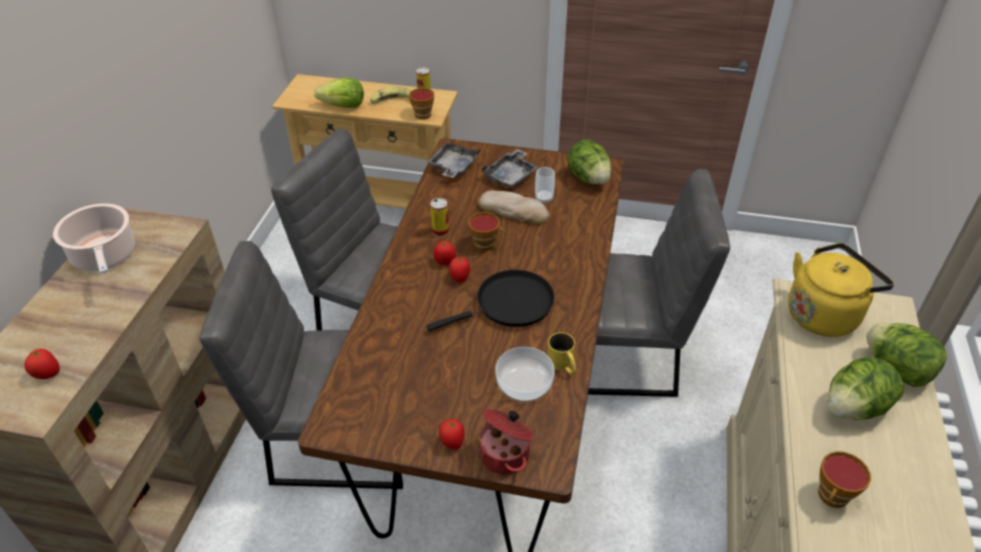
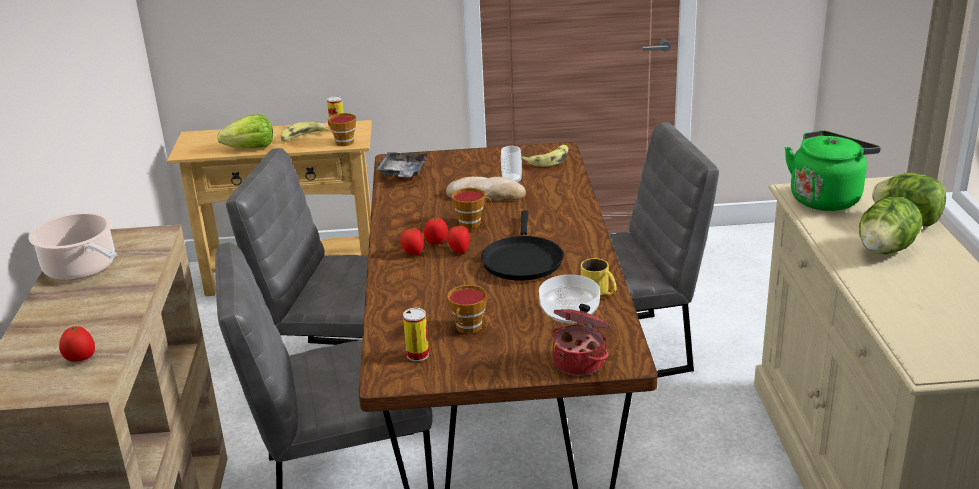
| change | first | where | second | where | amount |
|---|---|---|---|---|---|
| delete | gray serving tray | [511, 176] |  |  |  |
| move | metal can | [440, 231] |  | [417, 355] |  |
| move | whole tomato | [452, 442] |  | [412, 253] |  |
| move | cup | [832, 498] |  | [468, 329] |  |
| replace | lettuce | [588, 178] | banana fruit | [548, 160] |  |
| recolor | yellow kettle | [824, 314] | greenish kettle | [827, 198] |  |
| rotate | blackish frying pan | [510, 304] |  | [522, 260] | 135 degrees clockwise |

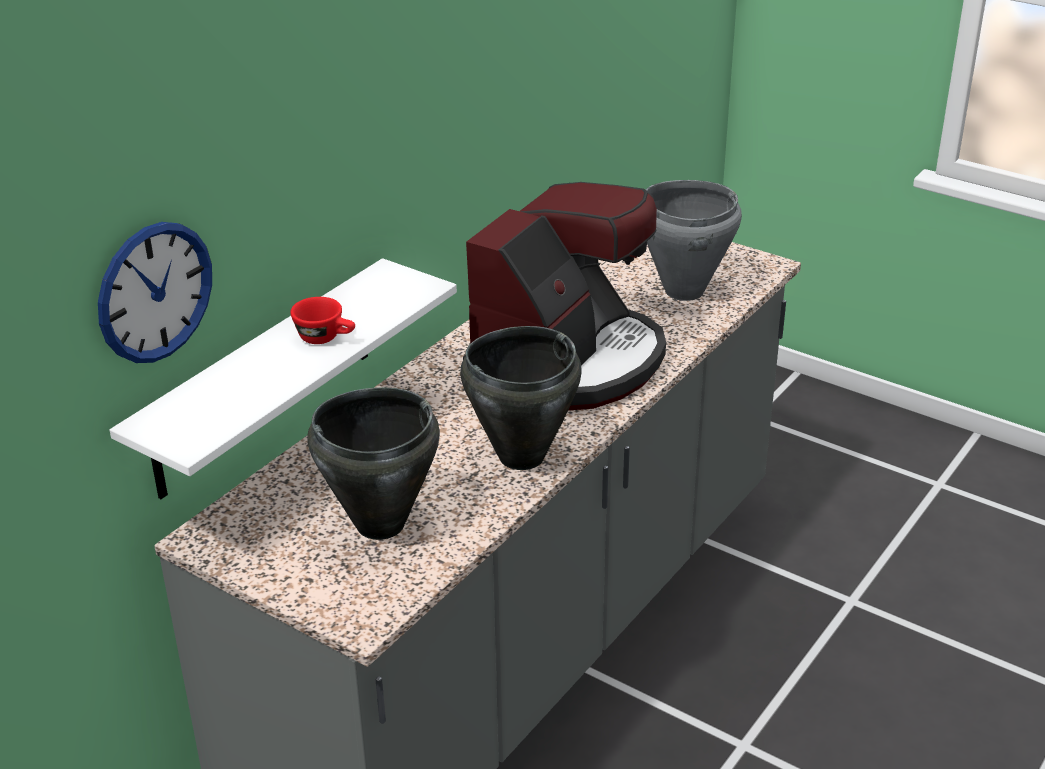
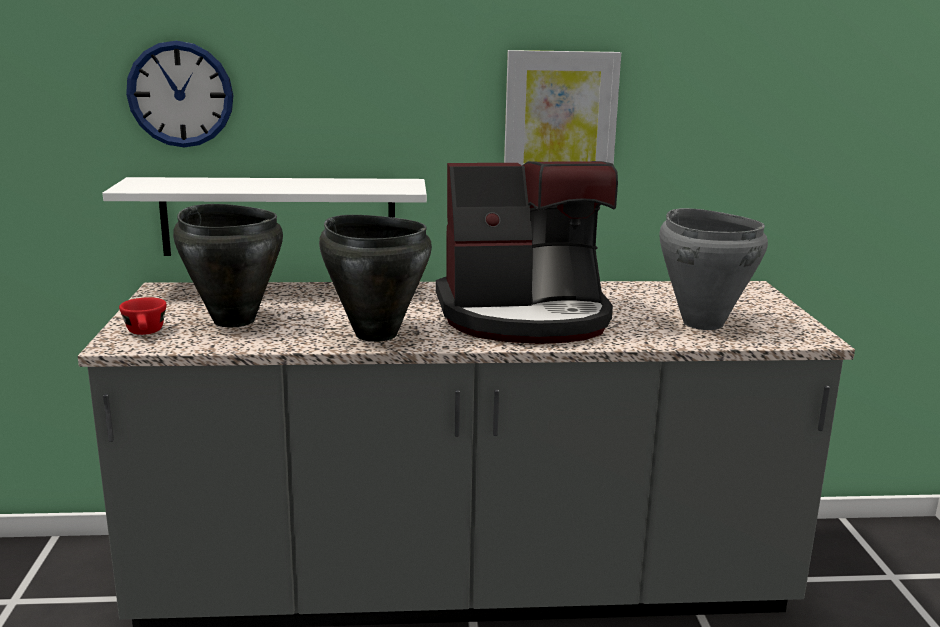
| change | first | where | second | where | amount |
|---|---|---|---|---|---|
| insert |  |  | wall picture | [560, 116] |  |
| move | red cup | [326, 338] |  | [146, 333] |  |

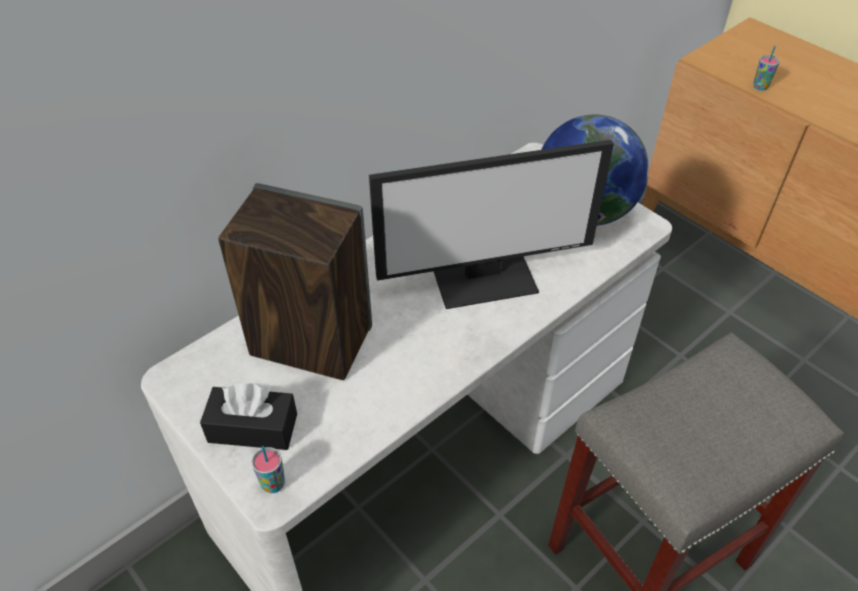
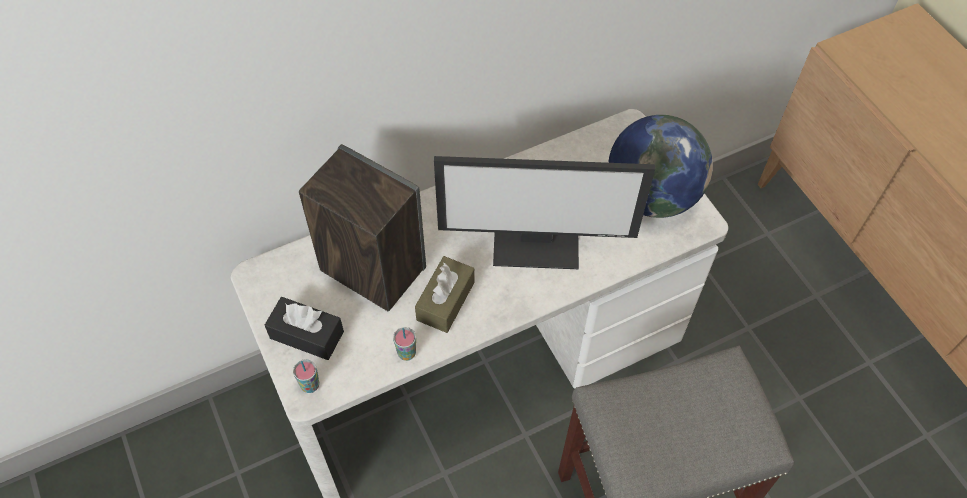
| change | first | where | second | where | amount |
|---|---|---|---|---|---|
| insert |  |  | brown-coloured box of tissues | [445, 301] |  |
| move | cup | [760, 87] |  | [406, 353] |  |

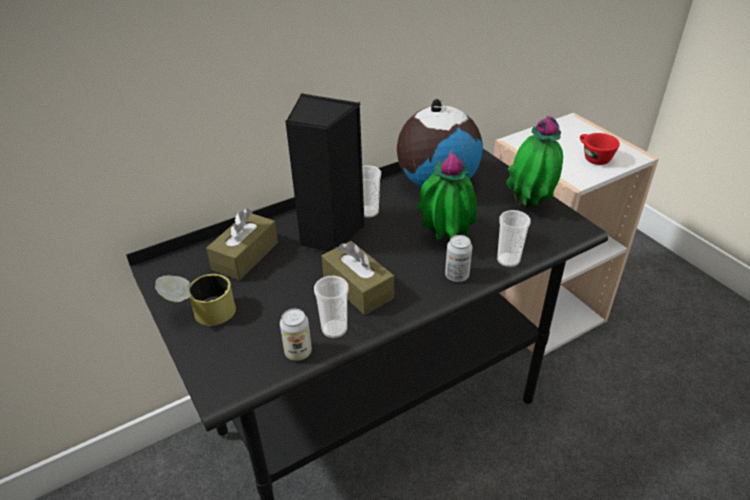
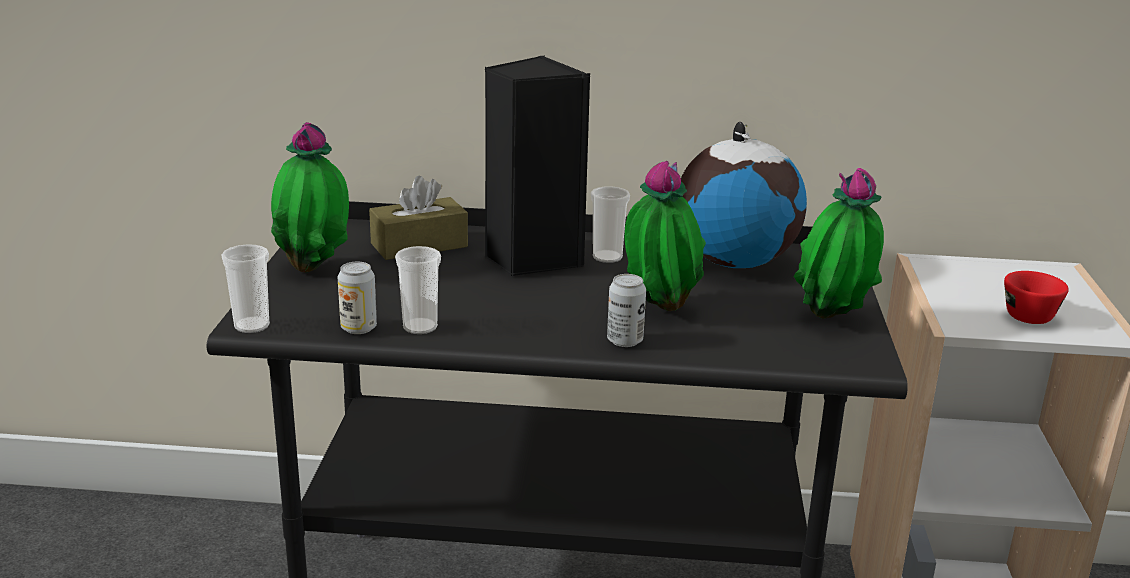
| change | first | where | second | where | amount |
|---|---|---|---|---|---|
| delete | brown-coloured box of tissues | [358, 288] |  |  |  |
| move | cup | [508, 260] |  | [252, 326] |  |
| replace | metal can | [201, 313] | potted plant | [315, 269] |  |

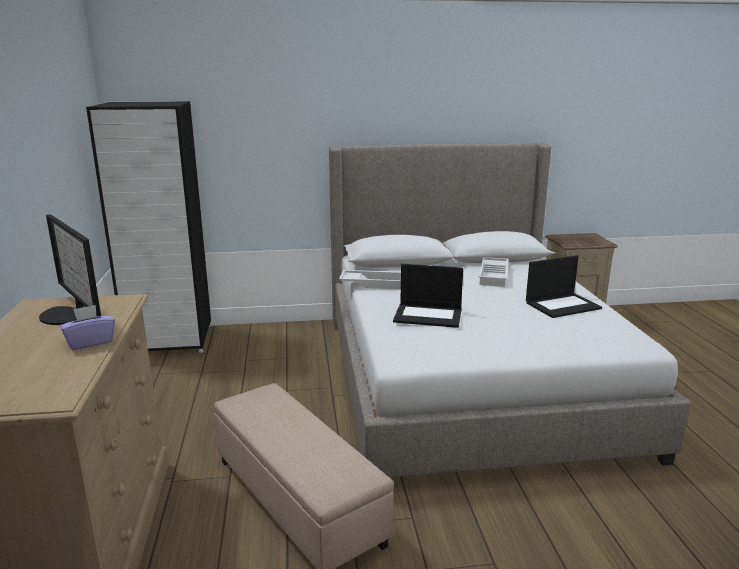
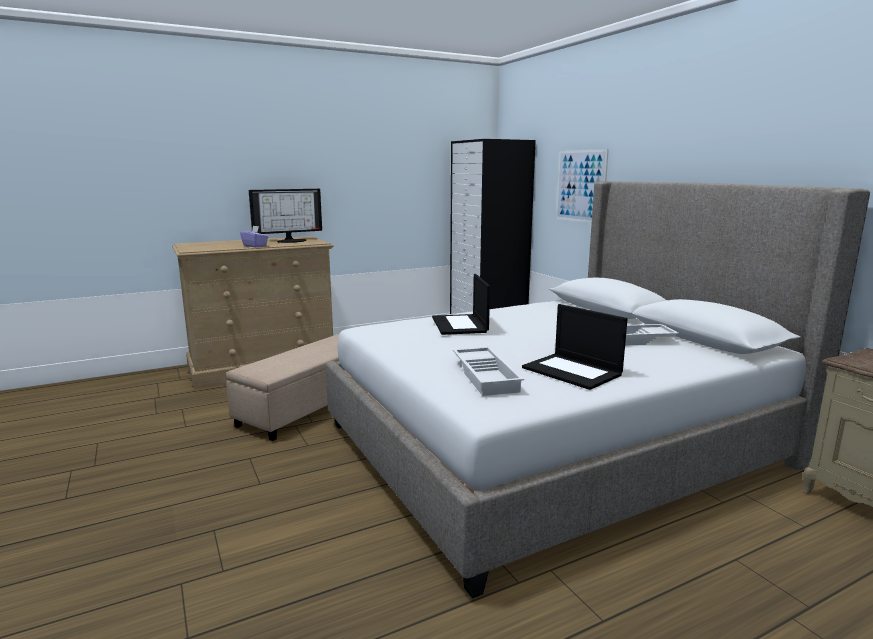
| change | first | where | second | where | amount |
|---|---|---|---|---|---|
| insert |  |  | wall picture | [581, 186] |  |
| move | whitish serving tray | [375, 283] |  | [487, 376] |  |
| rotate | computer display | [67, 315] |  | [291, 240] | 150 degrees counterclockwise |

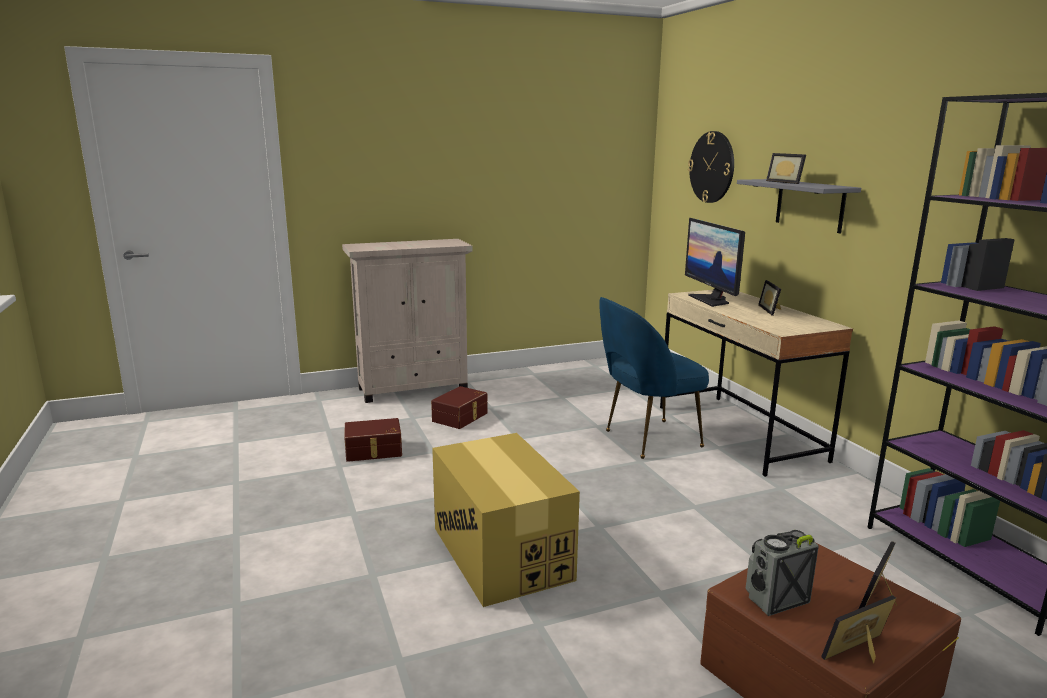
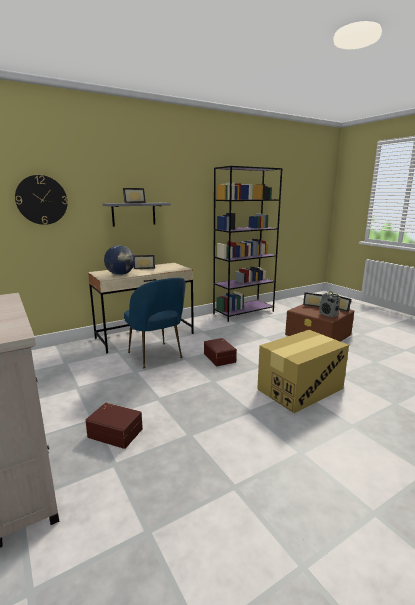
| change | first | where | second | where | amount |
|---|---|---|---|---|---|
| move | brown-coloured storage container | [374, 451] |  | [220, 357] |  |
| replace | computer display | [711, 300] | world globe | [120, 274] |  |

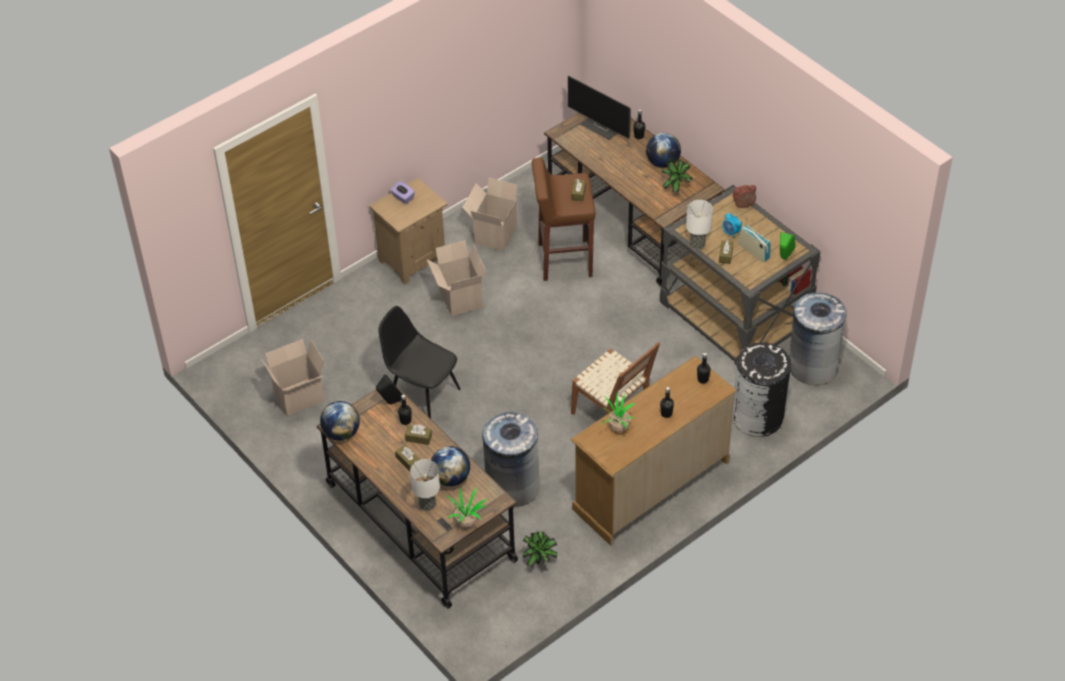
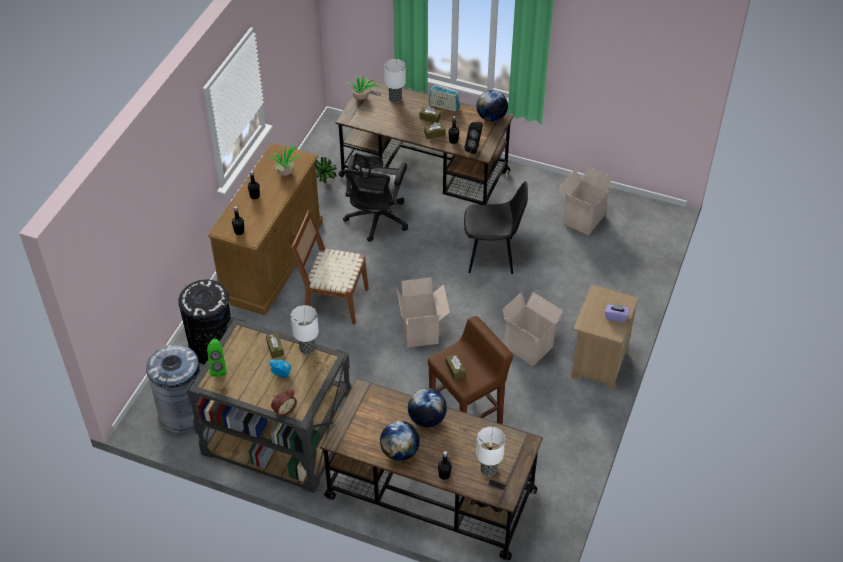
| change | first | where | second | where | amount |
|---|---|---|---|---|---|
| delete | potted plant | [676, 189] |  |  |  |
| move | world globe | [451, 478] |  | [427, 419] |  |
| move | cardboard box | [494, 234] |  | [421, 332] |  |
| move | radio set | [754, 251] |  | [444, 106] |  |
| replace | gray waste bin | [512, 486] | desk chair | [376, 221] |  |
| replace | computer display | [603, 127] | lamp for a table | [488, 470] |  |

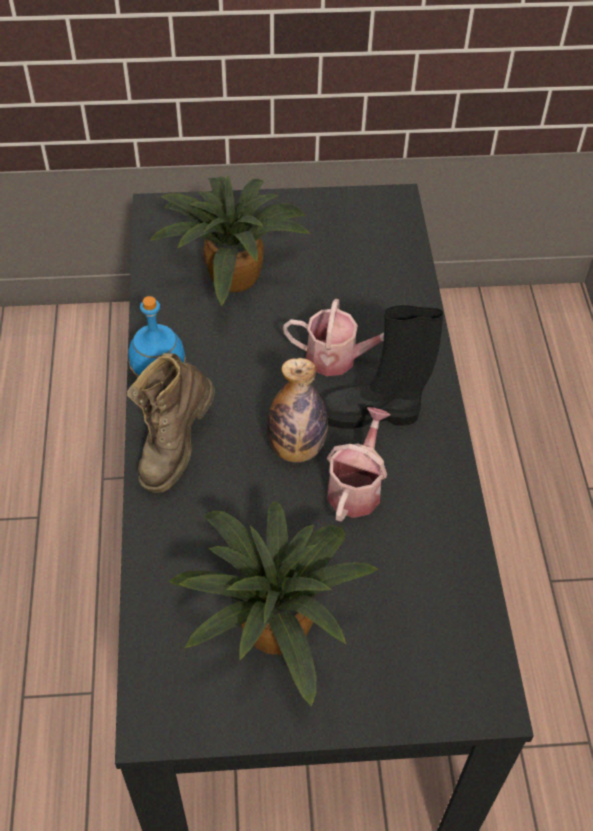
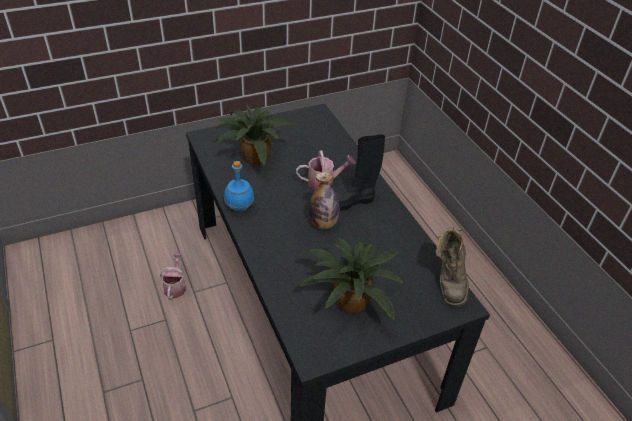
| change | first | where | second | where | amount |
|---|---|---|---|---|---|
| move | brown-coloured high-top boot | [174, 447] |  | [449, 281] |  |
| move | watering pot | [356, 487] |  | [175, 286] |  |

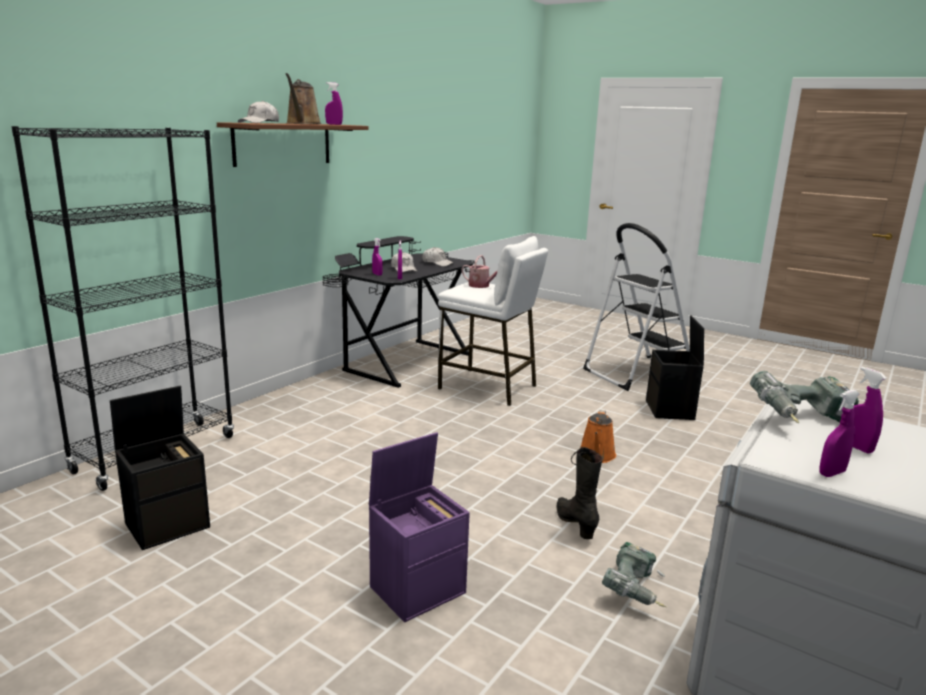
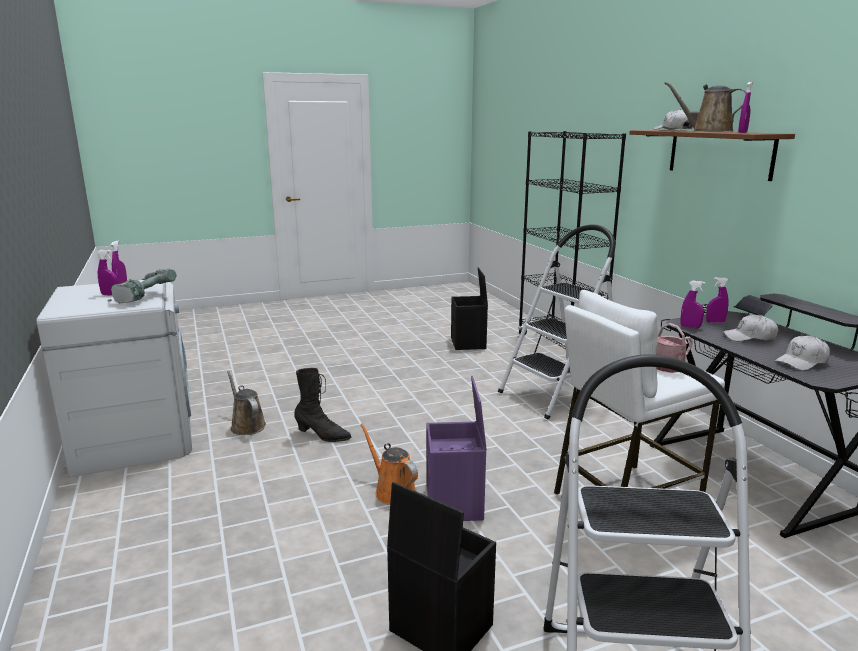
| change | first | where | second | where | amount |
|---|---|---|---|---|---|
| insert |  |  | stepladder | [562, 393] |  |
| move | purple-coloured storage container | [418, 588] |  | [455, 504] |  |
| replace | electric drill | [635, 591] | brown-coloured watering pot | [246, 425] |  |

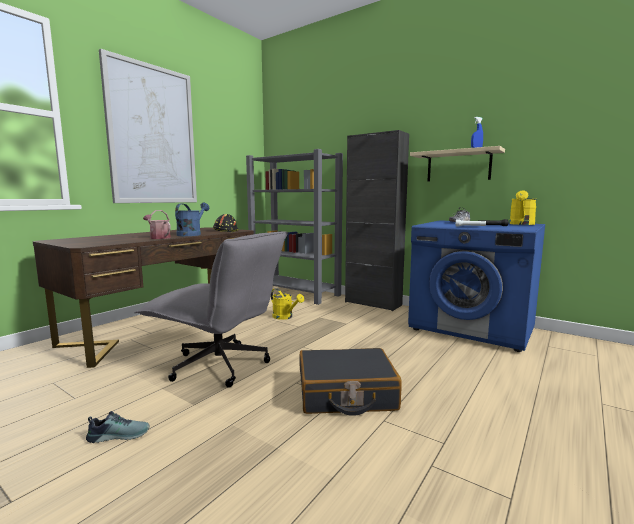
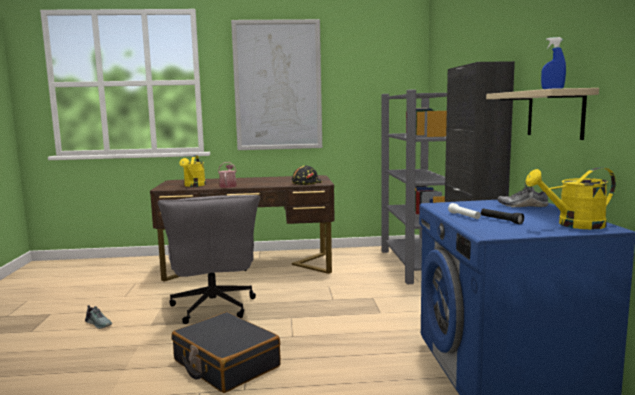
| change | first | where | second | where | amount |
|---|---|---|---|---|---|
| delete | blue-coloured watering pot | [191, 234] |  |  |  |
| move | yellow watering pot | [285, 317] |  | [193, 185] |  |

